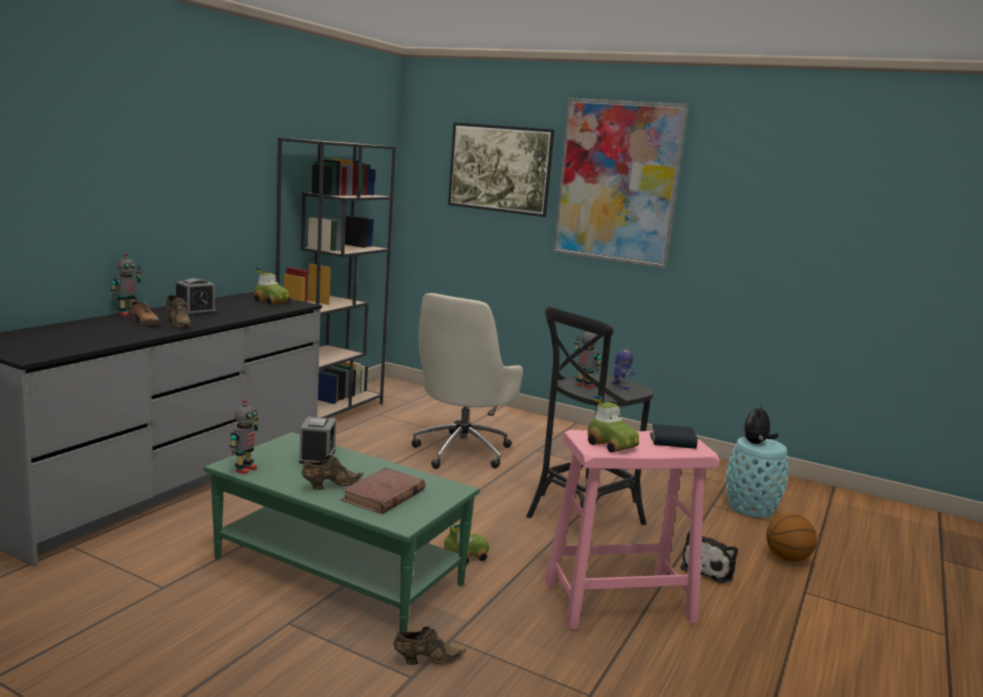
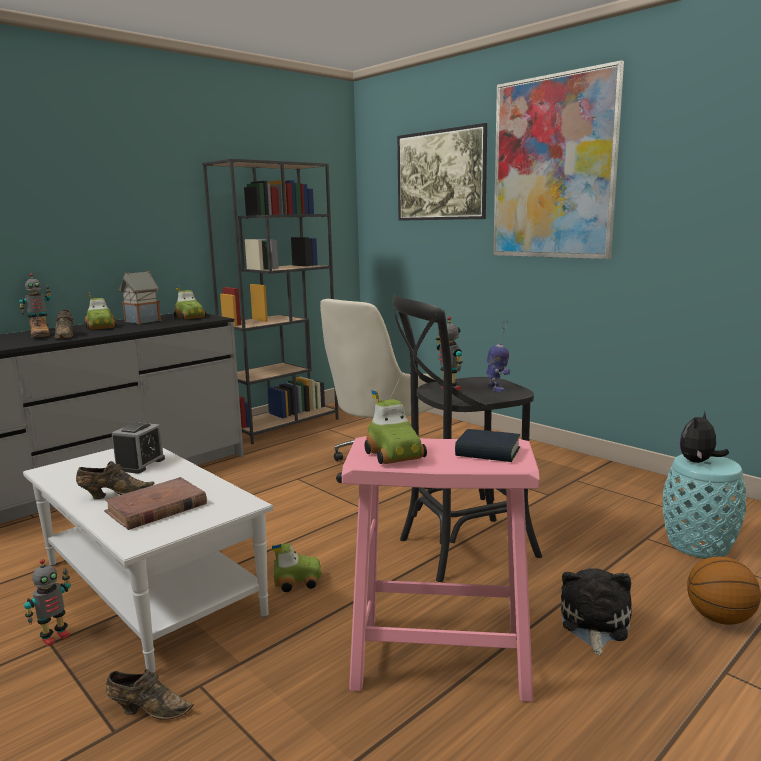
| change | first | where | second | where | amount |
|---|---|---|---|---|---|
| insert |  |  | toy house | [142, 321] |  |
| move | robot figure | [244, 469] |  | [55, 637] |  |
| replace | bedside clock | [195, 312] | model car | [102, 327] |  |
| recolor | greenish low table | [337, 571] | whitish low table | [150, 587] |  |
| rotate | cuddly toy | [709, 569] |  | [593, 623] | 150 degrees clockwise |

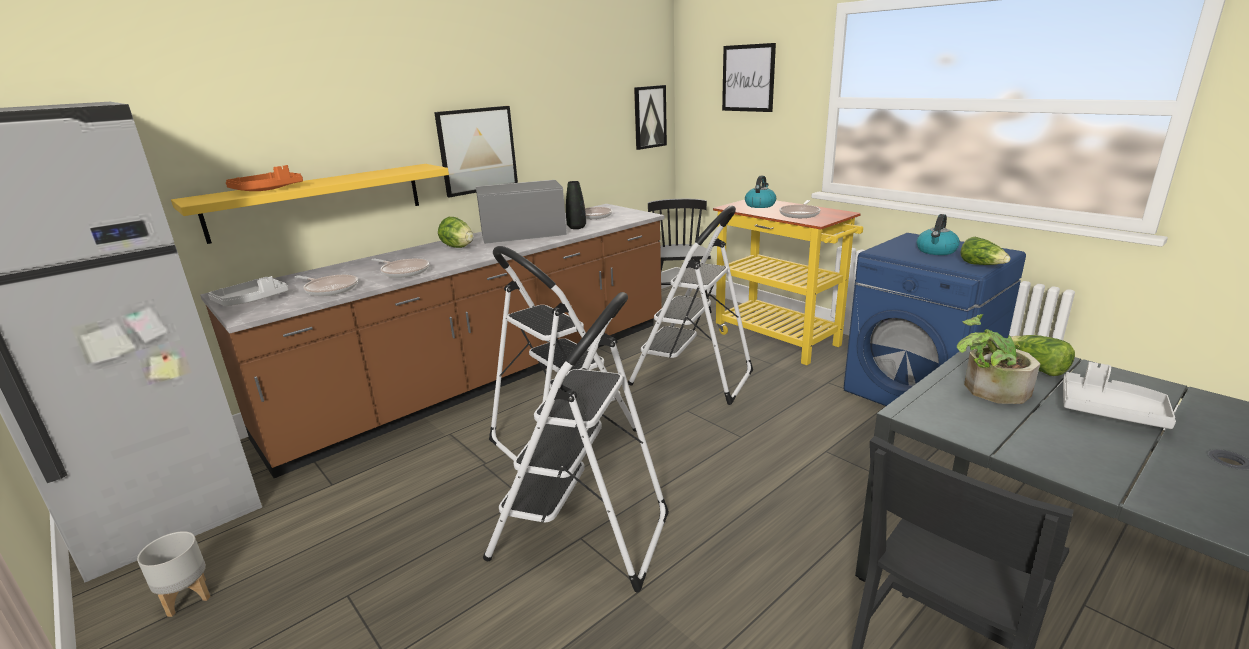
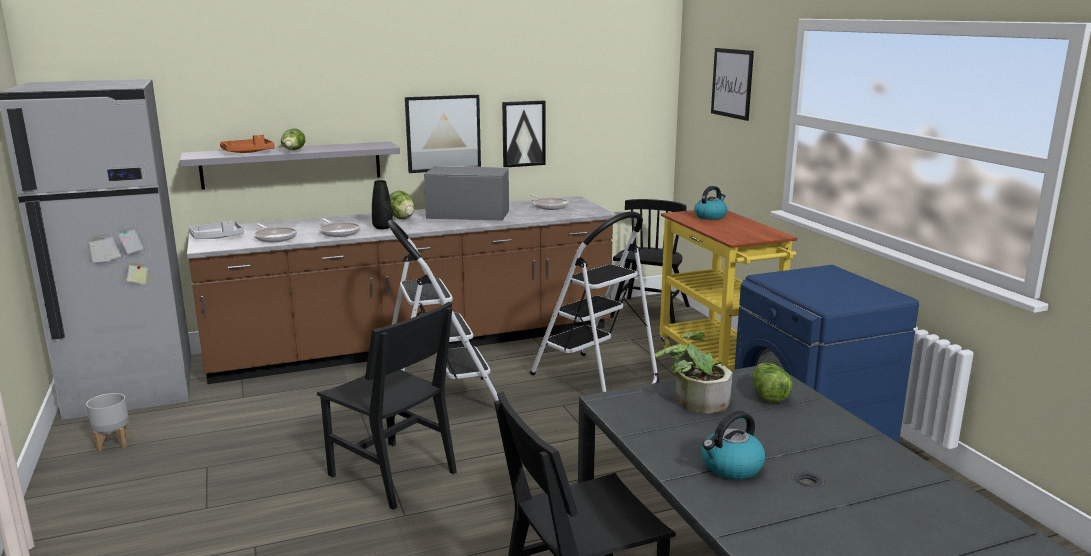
| change | first | where | second | where | amount |
|---|---|---|---|---|---|
| delete | frying pan | [800, 214] |  |  |  |
| delete | gray serving tray | [1110, 410] |  |  |  |
| move | blackish decorative vase | [576, 227] |  | [382, 227] |  |
| move | wall picture | [649, 117] |  | [523, 133] |  |
| move | kettle | [936, 251] |  | [731, 467] |  |
| move | lettuce | [982, 265] |  | [293, 151] |  |
| replace | stepladder | [584, 537] | blackish upright chair | [392, 474] |  |
| recolor | yellow shelf | [318, 201] | gray shelf | [292, 165] |  |

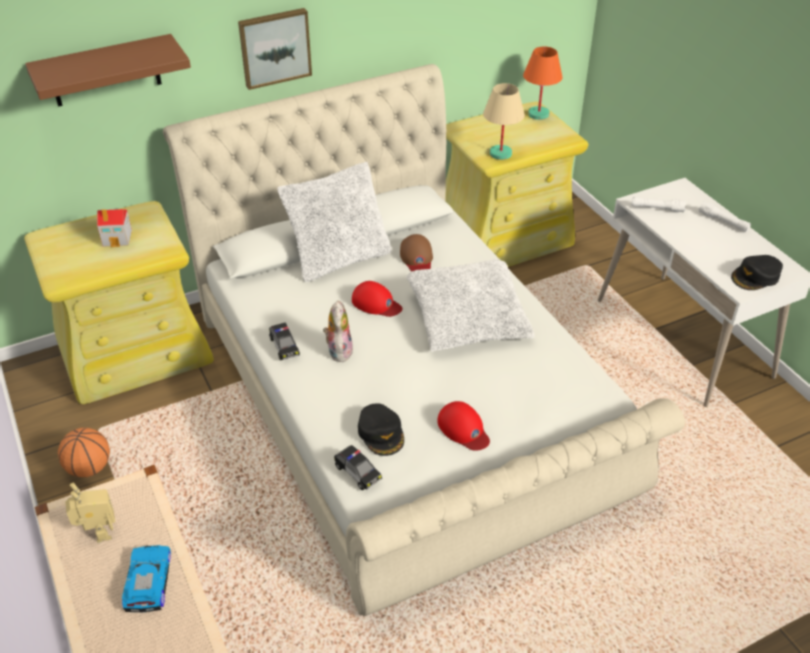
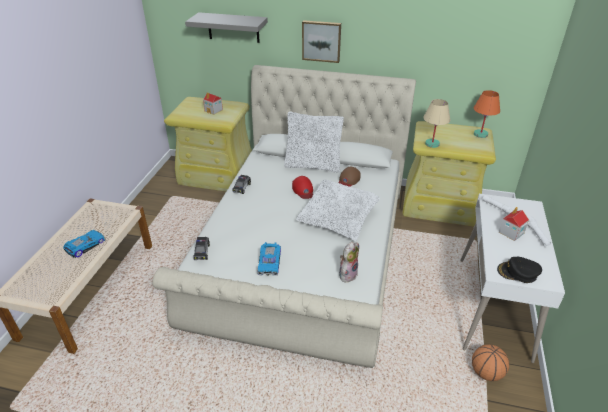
| change | first | where | second | where | amount |
|---|---|---|---|---|---|
| delete | robot figure | [98, 533] |  |  |  |
| delete | blackish baseball cap | [381, 433] |  |  |  |
| insert |  |  | toy house | [511, 233] |  |
| move | basketball | [89, 468] |  | [486, 373] |  |
| move | cuddly toy | [338, 350] |  | [347, 274] |  |
| replace | red baseball cap | [463, 429] | model car | [270, 262] |  |
| recolor | brown-coloured shelf | [105, 71] | gray shelf | [233, 27] |  |

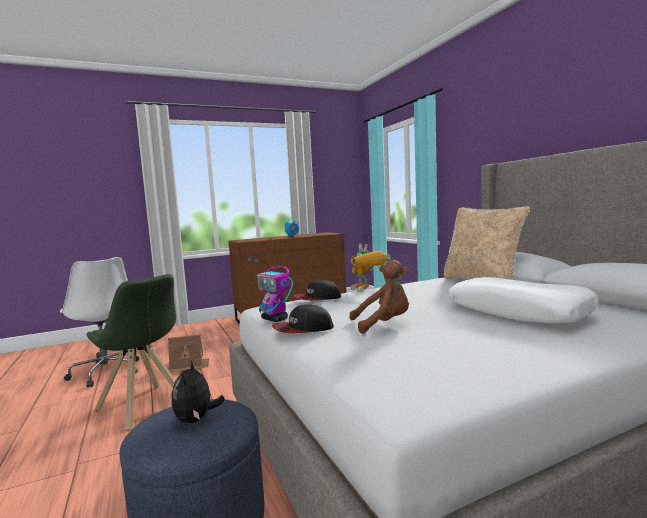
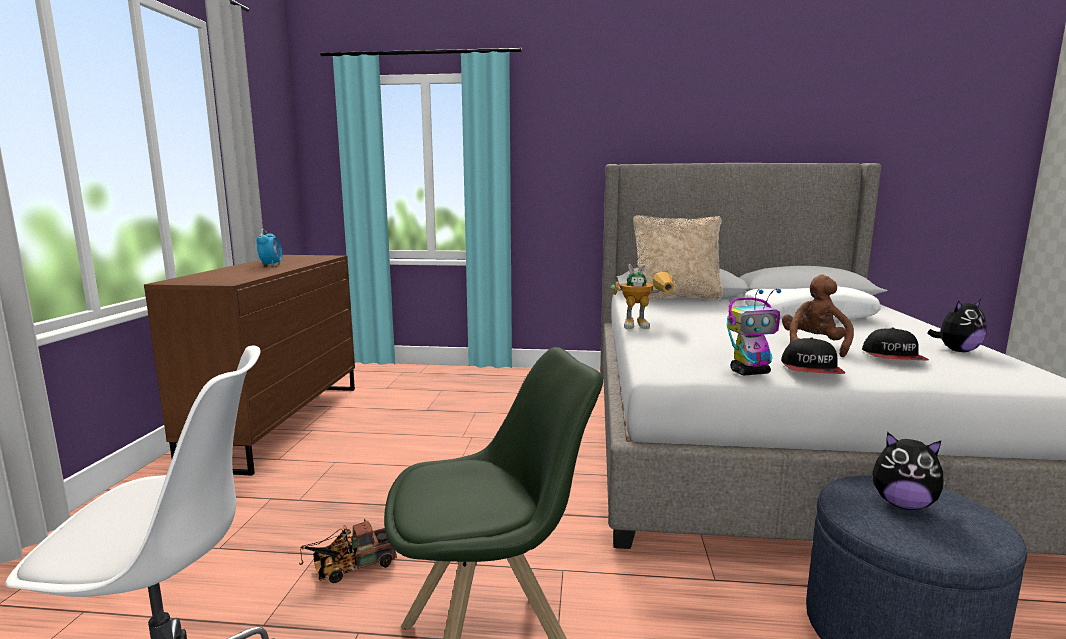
| change | first | where | second | where | amount |
|---|---|---|---|---|---|
| insert |  |  | cuddly toy | [957, 351] |  |
| move | baseball cap | [317, 298] |  | [893, 357] |  |
| replace | toy house | [189, 365] | model truck | [350, 568] |  |

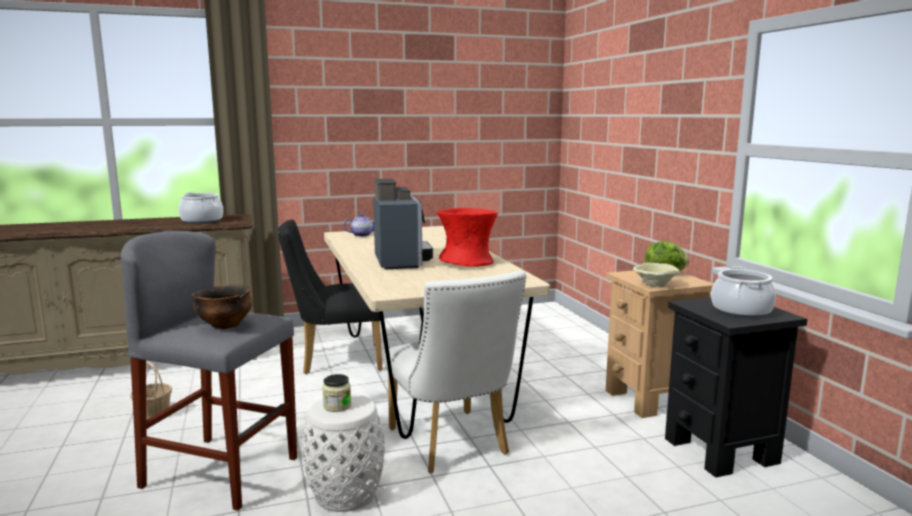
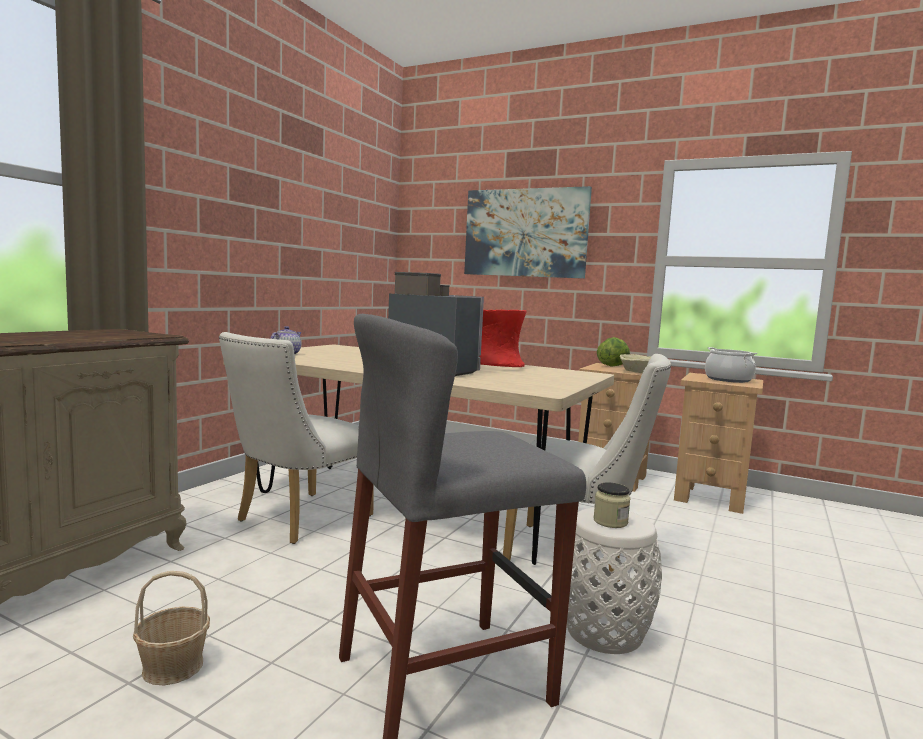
| change | first | where | second | where | amount |
|---|---|---|---|---|---|
| delete | saucepot | [201, 221] |  |  |  |
| delete | serving bowl | [225, 325] |  |  |  |
| insert |  |  | wall picture | [525, 233] |  |
| recolor | blackish upright chair | [335, 360] | whitish upright chair | [296, 520] |  |
| recolor | blackish bedside table | [720, 451] | beige-coloured bedside table | [711, 498] |  |

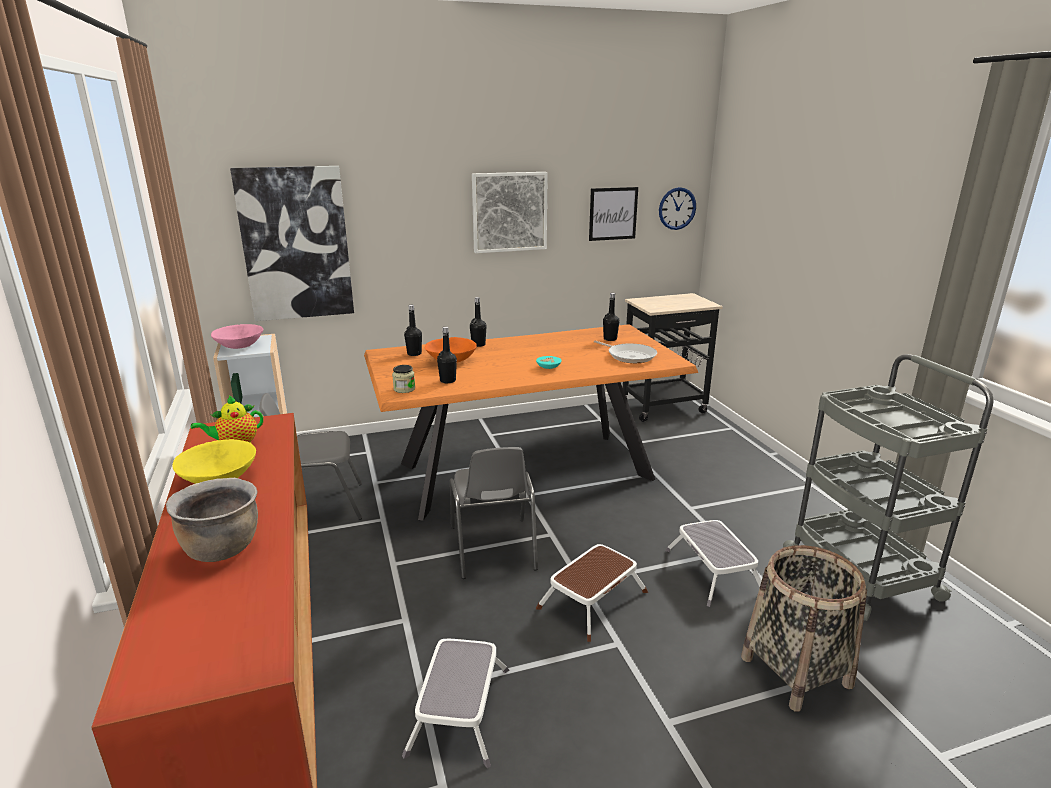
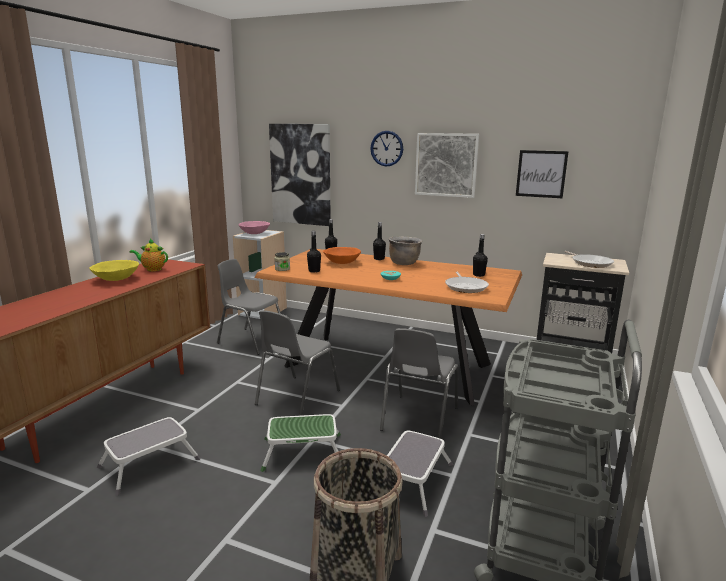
| change | first | where | second | where | amount |
|---|---|---|---|---|---|
| insert |  |  | gray upright chair | [418, 419] |  |
| insert |  |  | frying pan | [590, 263] |  |
| move | brown-coloured saucepot | [222, 548] |  | [404, 263] |  |
| move | wall clock | [677, 208] |  | [386, 148] |  |
| recolor | brown-coloured stepladder | [593, 600] | greenish stepladder | [302, 452] |  |

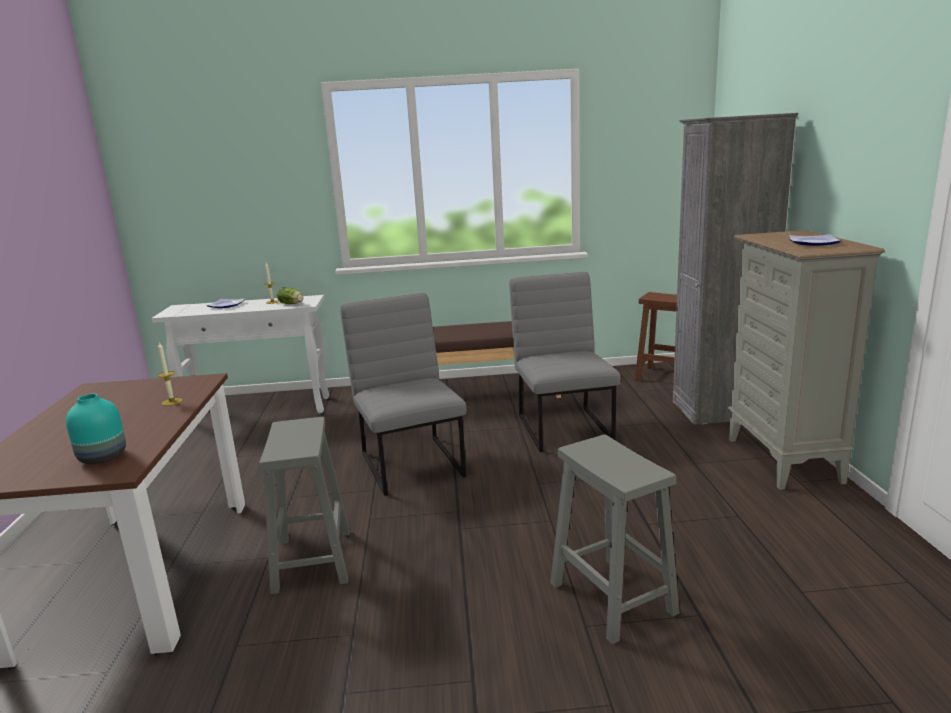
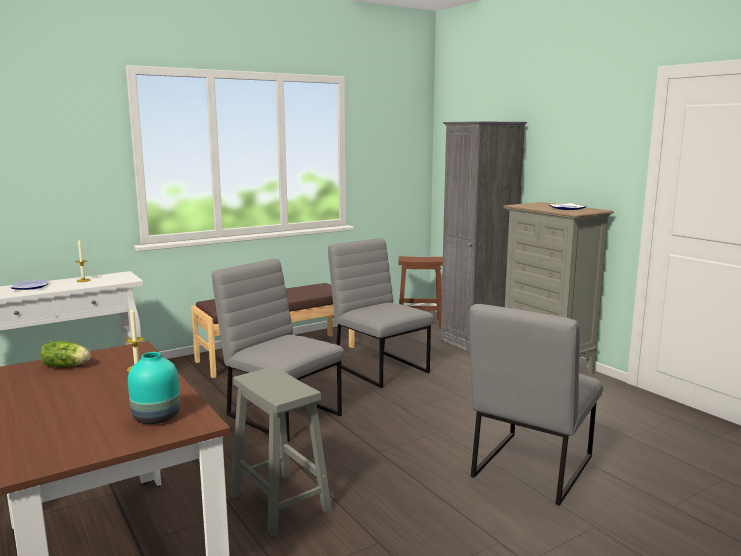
| change | first | where | second | where | amount |
|---|---|---|---|---|---|
| move | lettuce | [292, 304] |  | [67, 366] |  |
| replace | gray stool | [610, 597] | gray upright chair | [530, 468] |  |

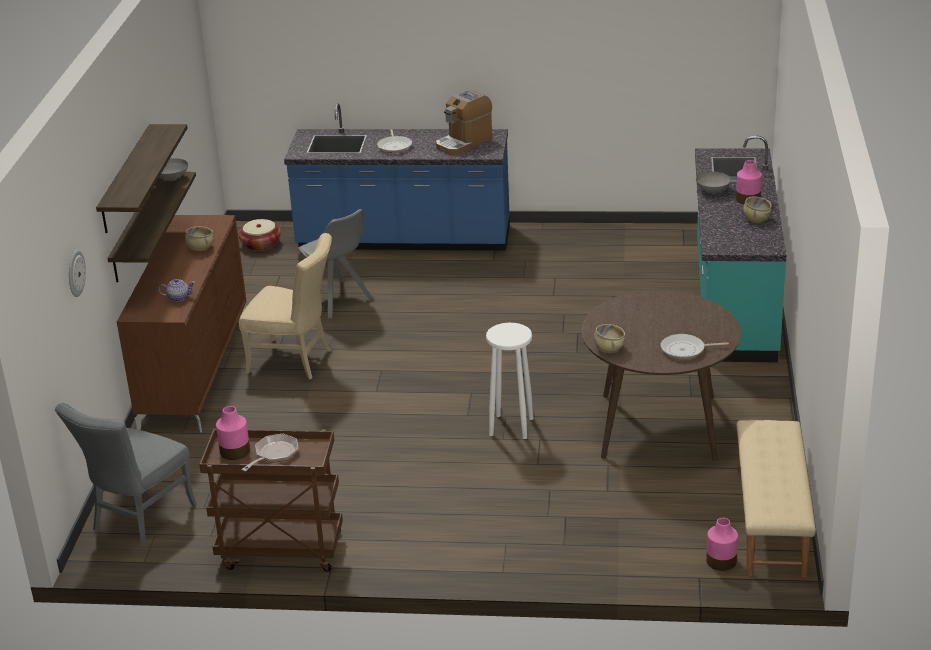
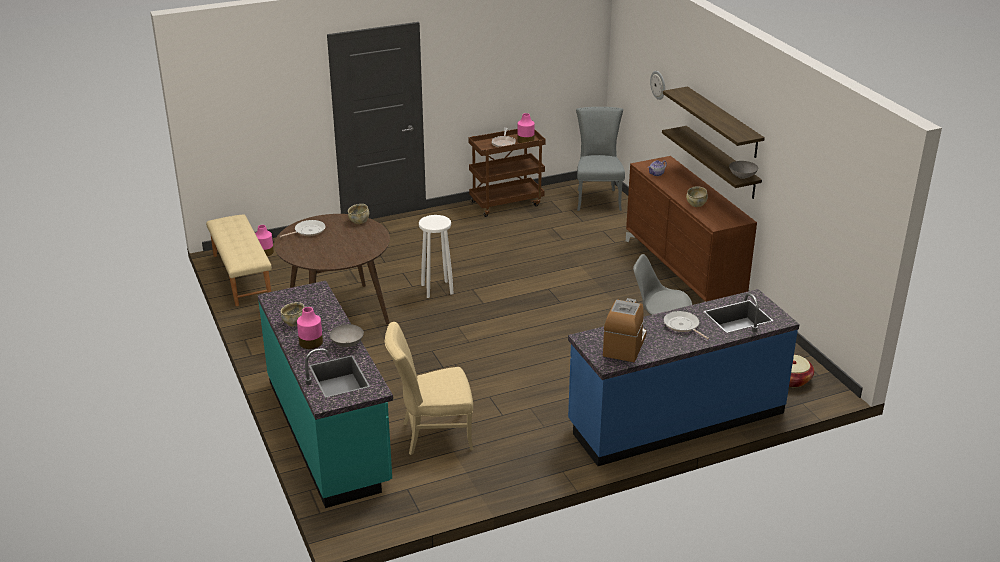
| change | first | where | second | where | amount |
|---|---|---|---|---|---|
| move | beige-coloured upright chair | [295, 361] |  | [432, 435] |  |

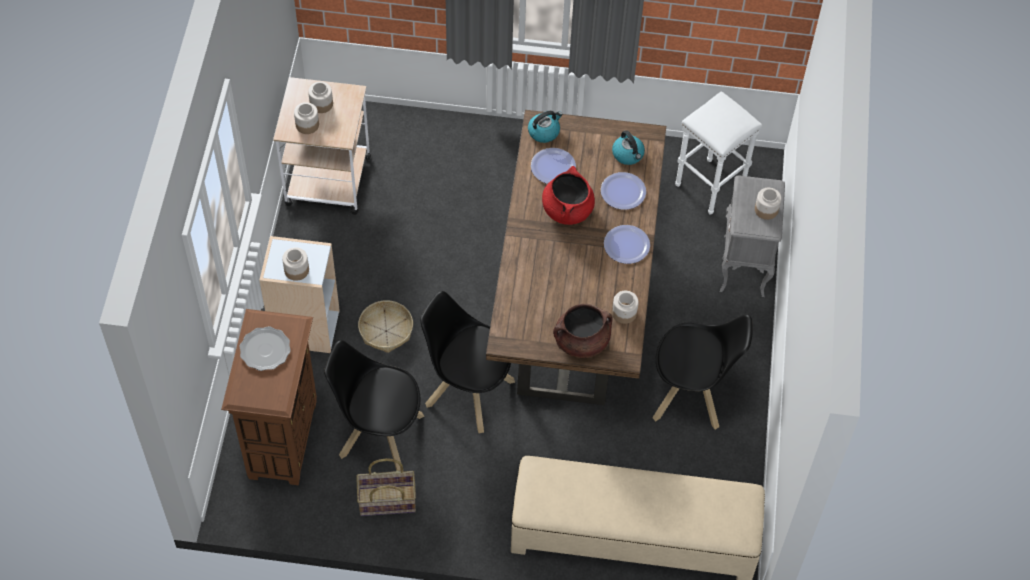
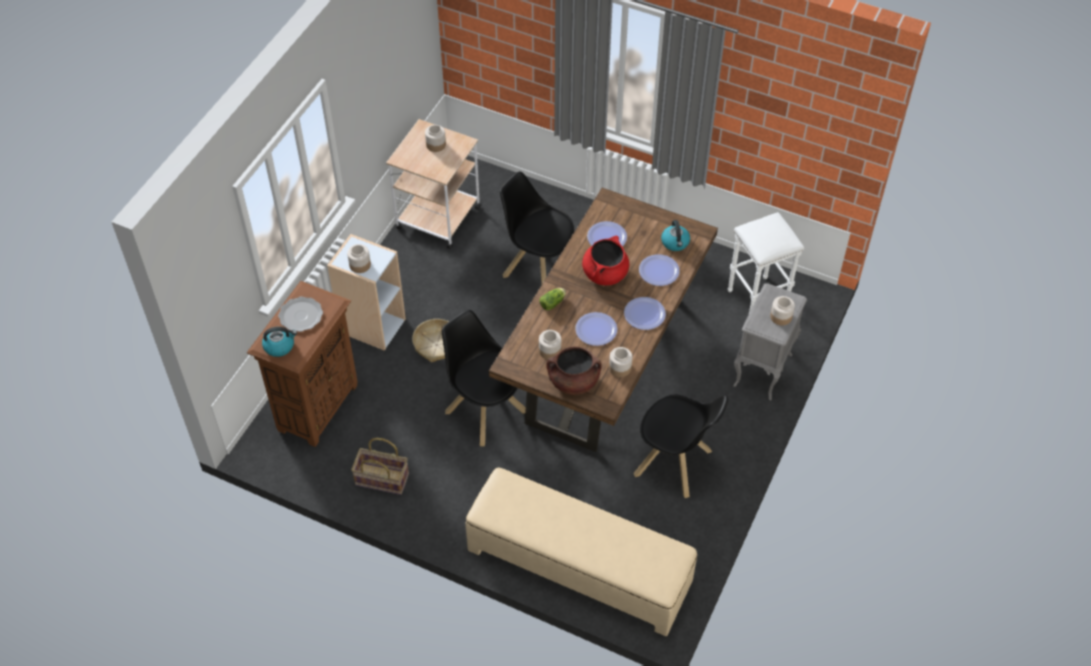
| change | first | where | second | where | amount |
|---|---|---|---|---|---|
| insert |  |  | lettuce | [553, 302] |  |
| insert |  |  | plate | [596, 330] |  |
| move | preserve jar | [307, 125] |  | [549, 351] |  |
| move | blackish upright chair | [379, 434] |  | [538, 268] |  |
| move | kettle | [544, 132] |  | [279, 346] |  |

